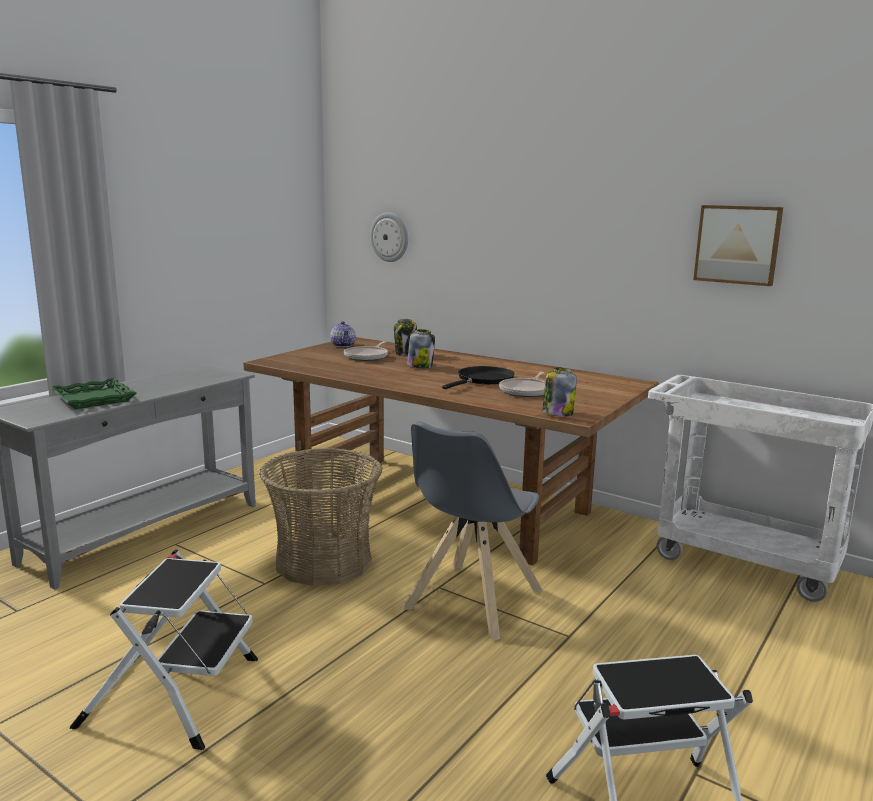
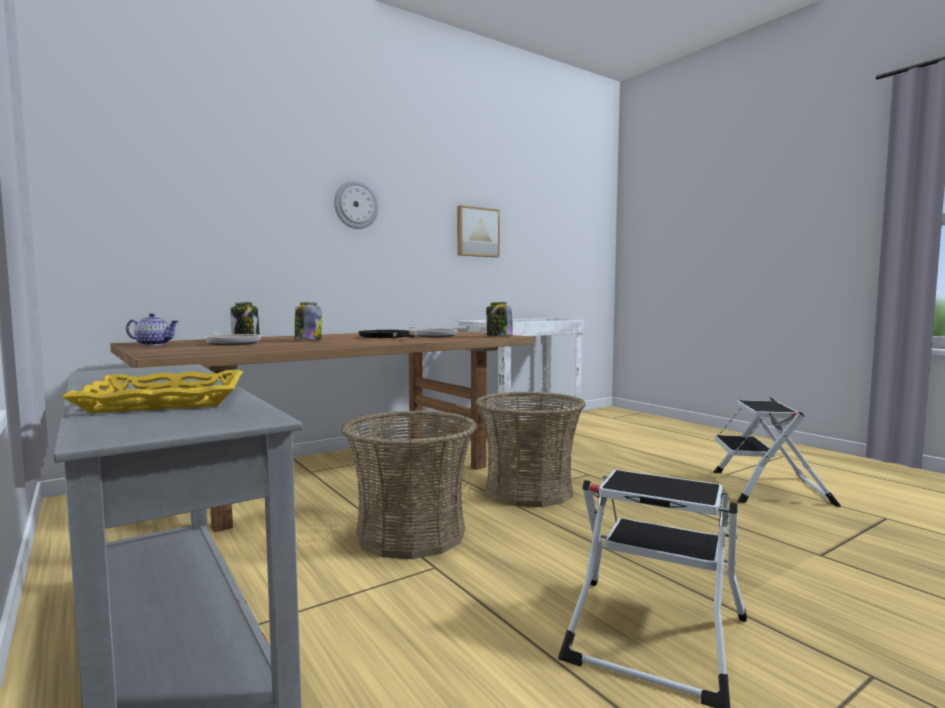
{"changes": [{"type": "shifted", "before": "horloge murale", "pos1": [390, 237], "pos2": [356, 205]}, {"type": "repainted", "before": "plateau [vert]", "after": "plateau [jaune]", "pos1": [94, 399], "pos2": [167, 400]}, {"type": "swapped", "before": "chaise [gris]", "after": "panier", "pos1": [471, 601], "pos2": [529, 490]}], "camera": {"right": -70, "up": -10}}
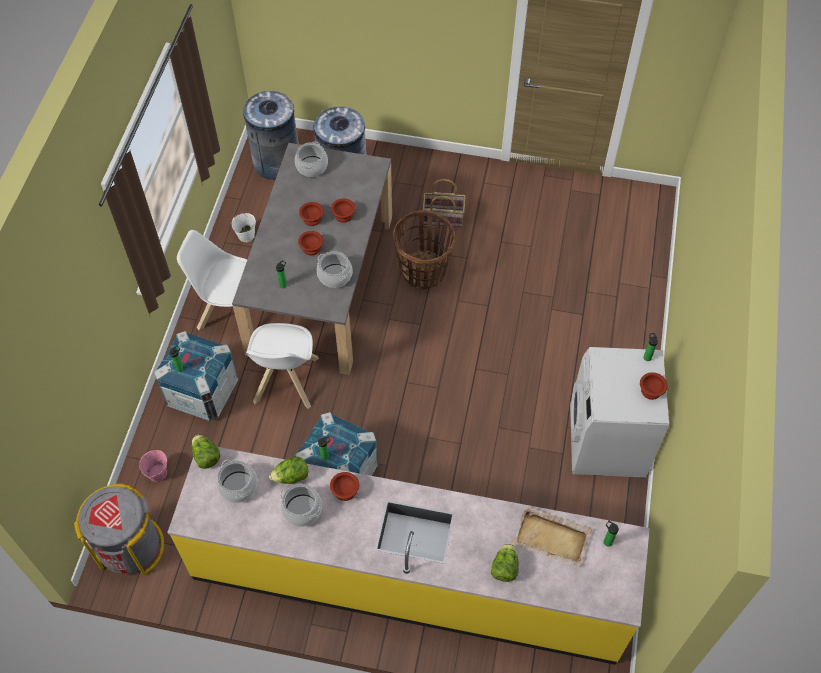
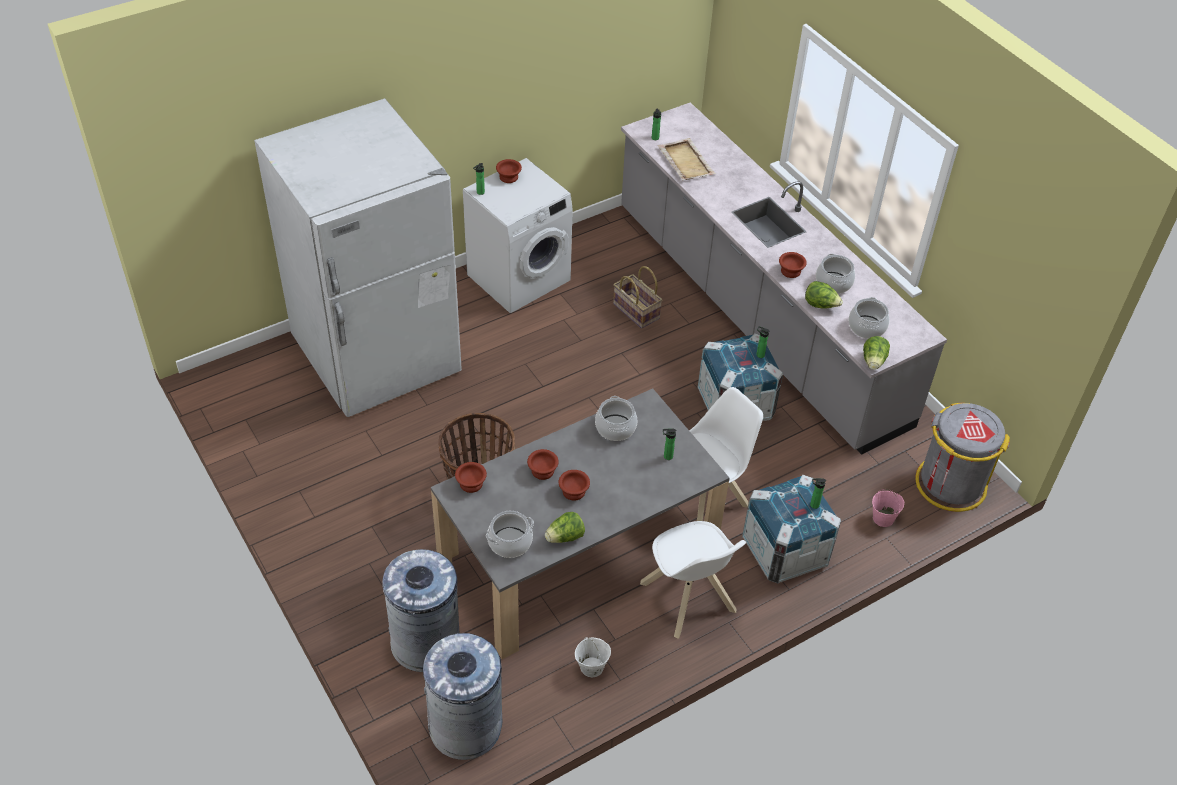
{"changes": [{"type": "shifted", "before": "panier", "pos1": [443, 217], "pos2": [635, 311]}, {"type": "shifted", "before": "bol [marron]", "pos1": [311, 248], "pos2": [472, 484]}, {"type": "repainted", "before": "comptoir de cuisine [jaune]", "after": "comptoir de cuisine [gris]", "pos1": [408, 578], "pos2": [756, 314]}, {"type": "shifted", "before": "laitue", "pos1": [504, 568], "pos2": [565, 537]}, {"type": "new", "after": "réfrigérateur [blanc]", "pos2": [377, 353]}], "camera": {"right": -135, "up": -10}}
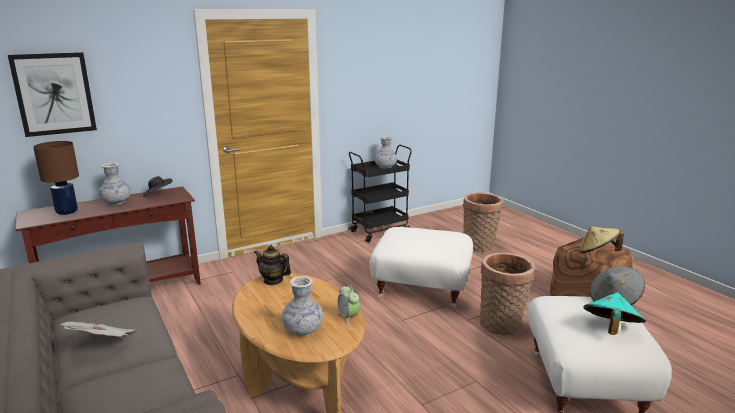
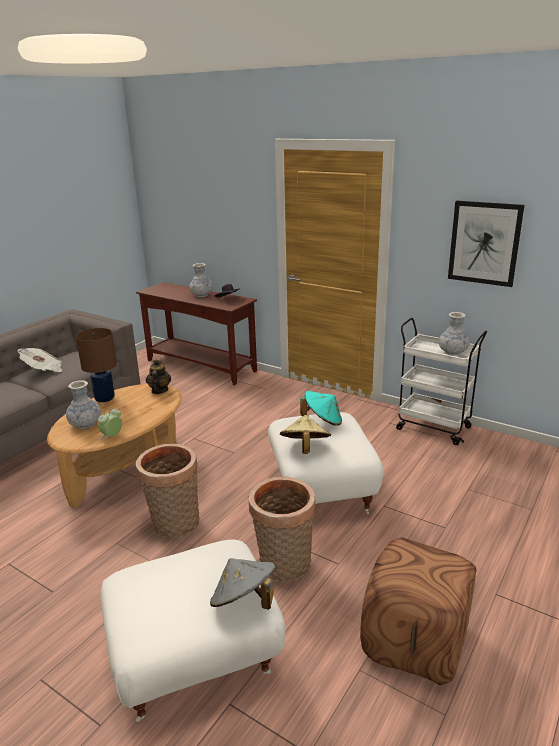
{"changes": [{"type": "shifted", "before": "tableau", "pos1": [54, 94], "pos2": [484, 243]}, {"type": "shifted", "before": "lampe de table [marron]", "pos1": [66, 213], "pos2": [104, 399]}, {"type": "repainted", "before": "chariot [noir]", "after": "chariot [blanc]", "pos1": [380, 232], "pos2": [434, 428]}, {"type": "shifted", "before": "panier", "pos1": [479, 248], "pos2": [174, 526]}, {"type": "shifted", "before": "chapeau [beige]", "pos1": [597, 253], "pos2": [305, 448]}, {"type": "shifted", "before": "chapeau [turquoise]", "pos1": [610, 329], "pos2": [322, 421]}], "camera": {"right": 65, "up": 5}}
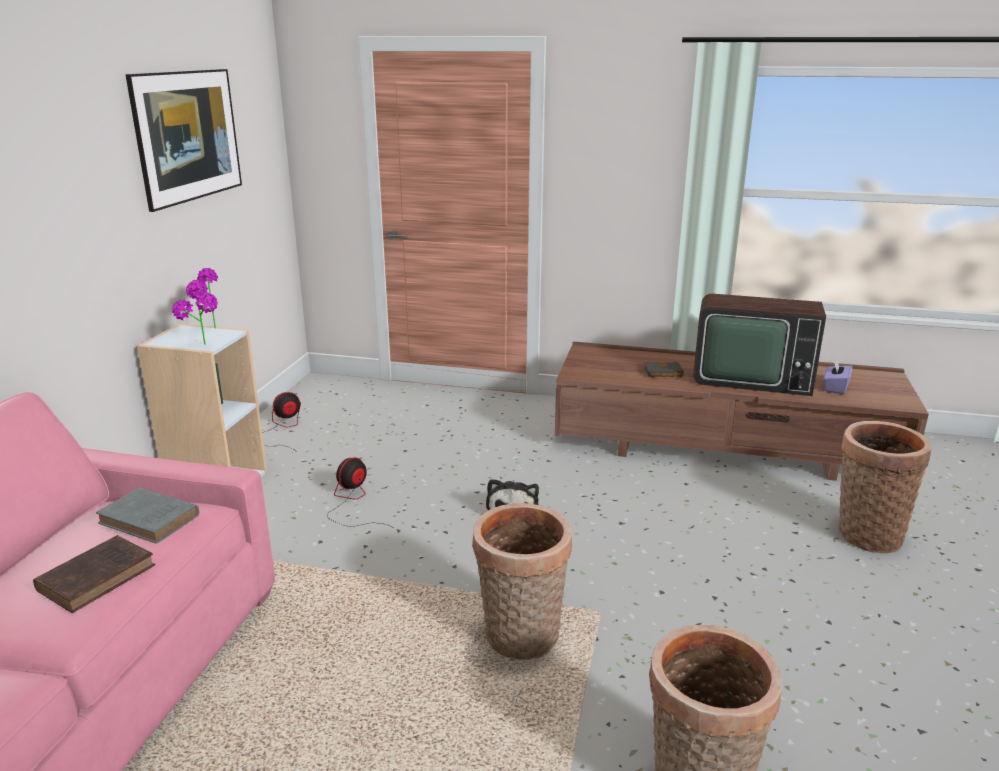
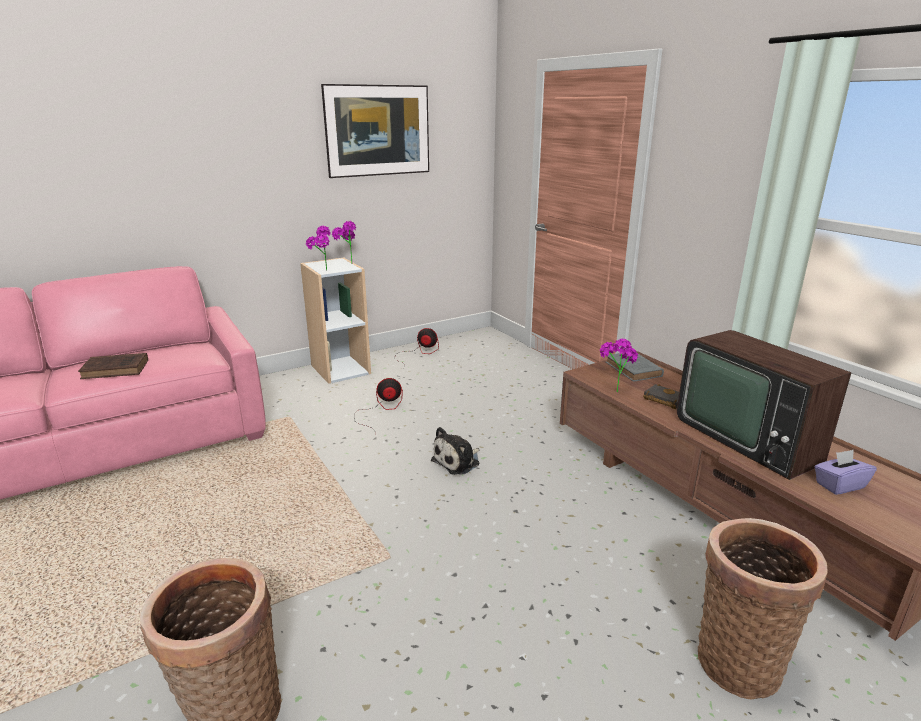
{"changes": [{"type": "shifted", "before": "livre [gris]", "pos1": [151, 520], "pos2": [634, 370]}, {"type": "gone", "before": "panier", "pos1": [520, 639]}, {"type": "new", "after": "plante en pot", "pos2": [614, 389]}], "camera": {"right": 45, "up": 0}}
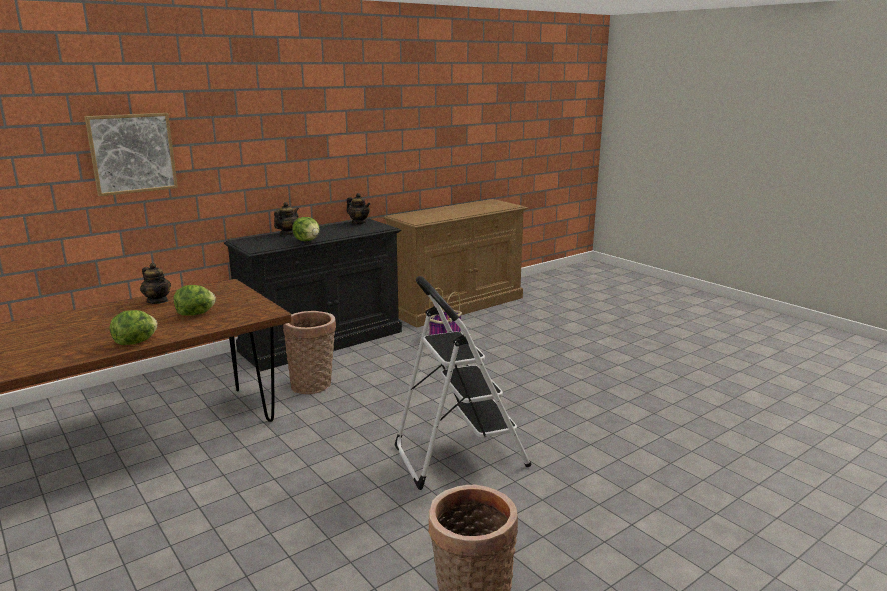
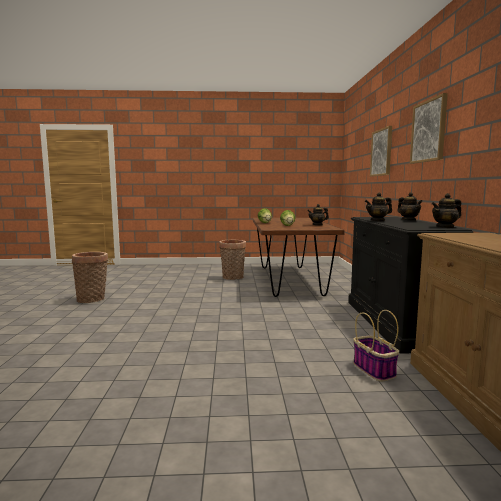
{"changes": [{"type": "swapped", "before": "laitue", "after": "théière", "pos1": [307, 240], "pos2": [377, 220]}, {"type": "gone", "before": "escabeau", "pos1": [456, 456]}, {"type": "shifted", "before": "panier", "pos1": [313, 384], "pos2": [232, 278]}, {"type": "new", "after": "tableau", "pos2": [429, 131]}], "camera": {"right": 125, "up": -10}}
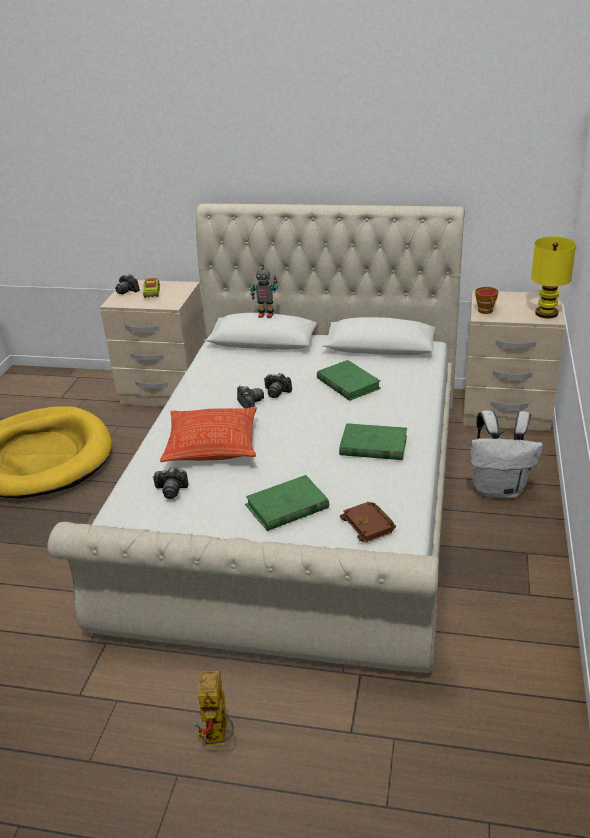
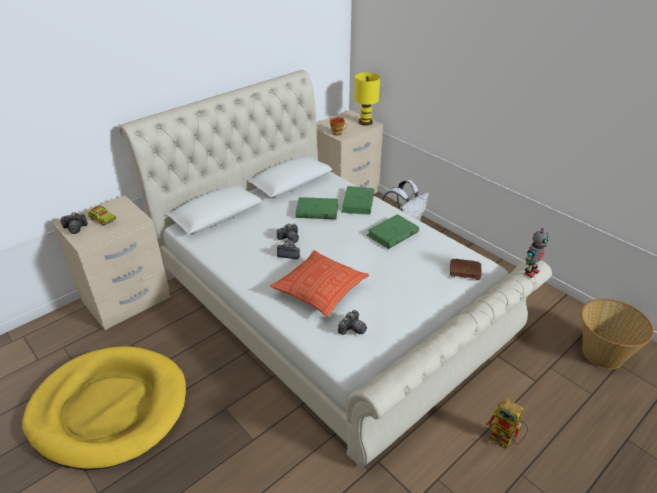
{"changes": [{"type": "shifted", "before": "robot jouet", "pos1": [266, 315], "pos2": [530, 272]}, {"type": "shifted", "before": "livre [vert]", "pos1": [287, 507], "pos2": [358, 203]}, {"type": "new", "after": "panier", "pos2": [601, 353]}], "camera": {"right": -55, "up": 5}}
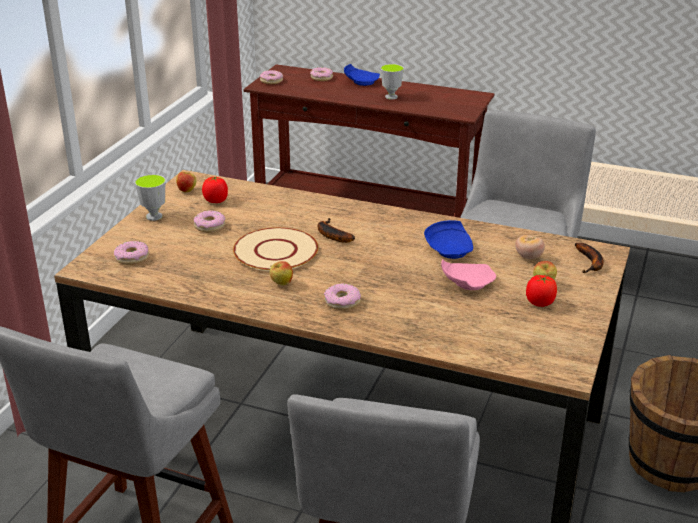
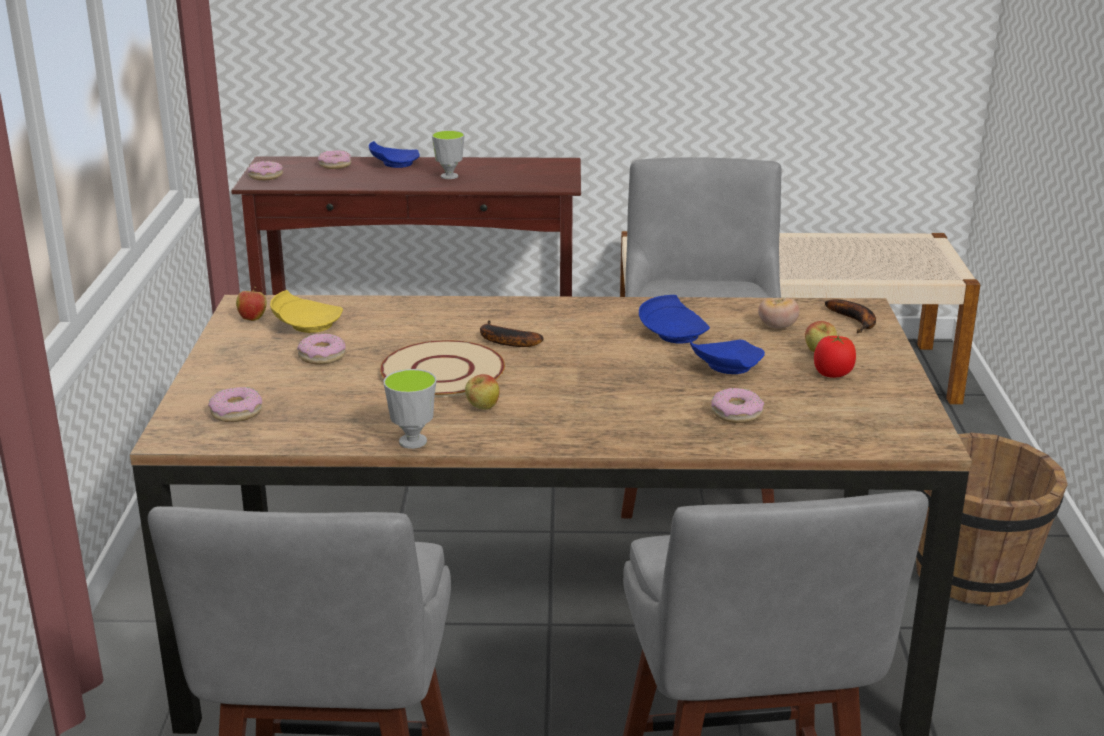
{"changes": [{"type": "shifted", "before": "tasse", "pos1": [154, 216], "pos2": [413, 441]}, {"type": "swapped", "before": "tomate", "after": "assiette [jaune]", "pos1": [216, 201], "pos2": [306, 325]}, {"type": "repainted", "before": "assiette [rose]", "after": "assiette [bleu]", "pos1": [466, 283], "pos2": [725, 367]}, {"type": "shifted", "before": "beignet", "pos1": [342, 302], "pos2": [736, 413]}], "camera": {"right": -20, "up": -5}}
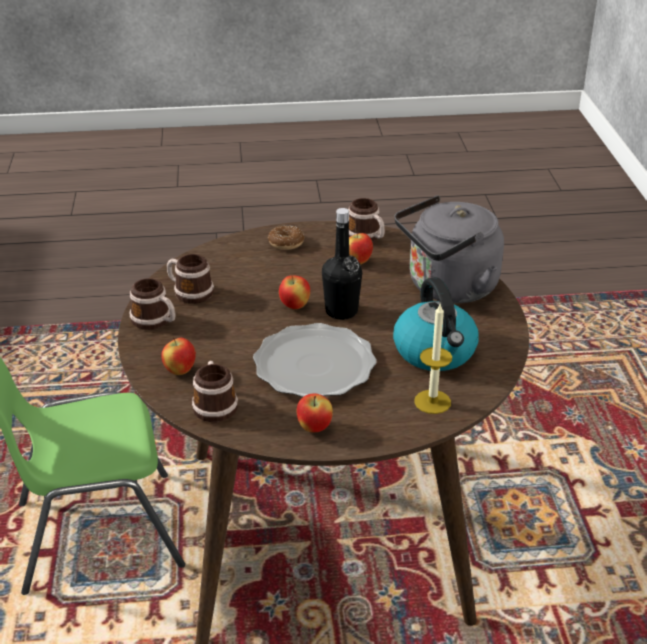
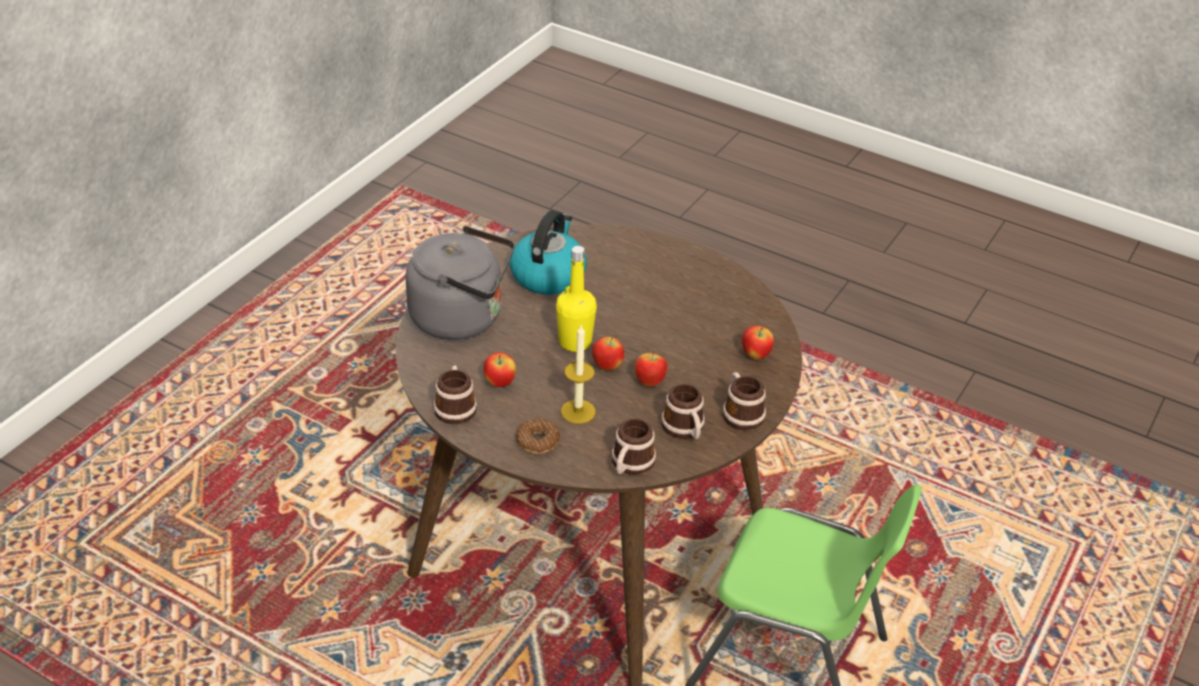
{"changes": [{"type": "repainted", "before": "bouteille [noir]", "after": "bouteille [jaune]", "pos1": [341, 311], "pos2": [575, 342]}, {"type": "shifted", "before": "bougie", "pos1": [432, 402], "pos2": [578, 411]}, {"type": "gone", "before": "assiette", "pos1": [313, 366]}, {"type": "shifted", "before": "mug", "pos1": [214, 404], "pos2": [630, 465]}, {"type": "shifted", "before": "pomme", "pos1": [314, 428], "pos2": [649, 382]}], "camera": {"right": -145, "up": 5}}
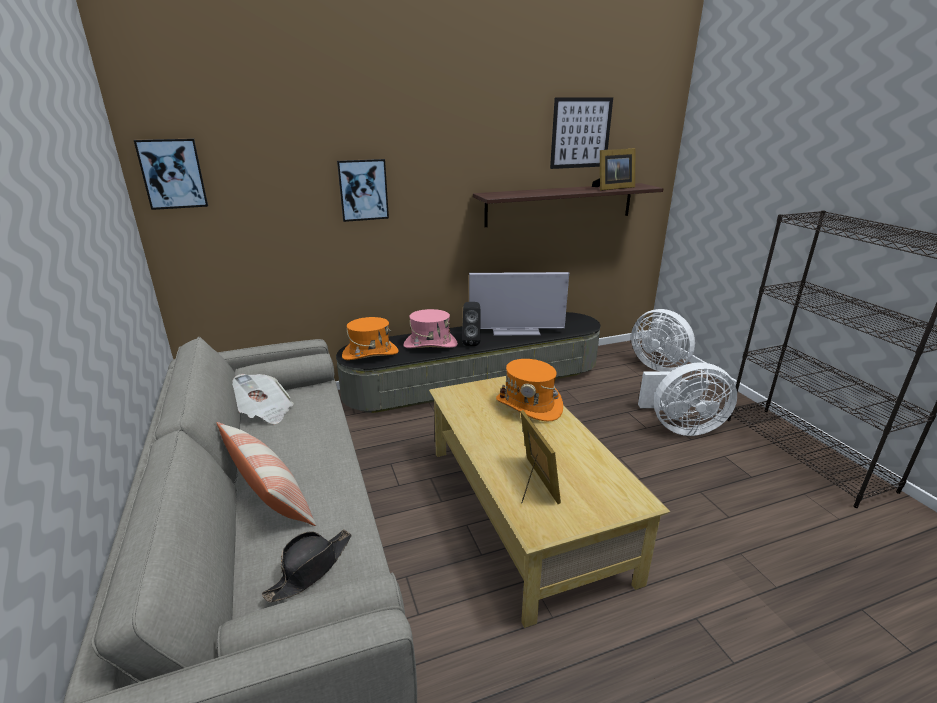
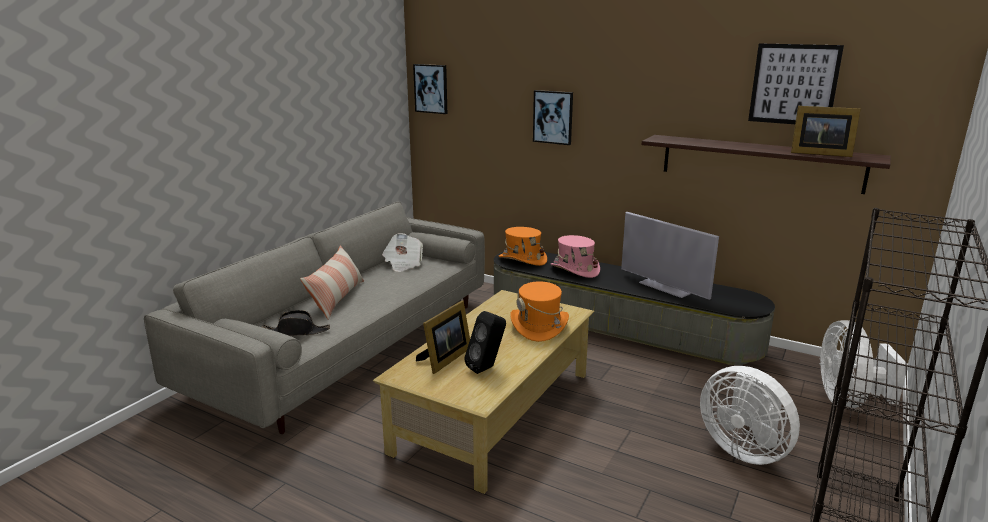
{"changes": [{"type": "shifted", "before": "enceinte [noir]", "pos1": [471, 342], "pos2": [487, 368]}], "camera": {"right": 50, "up": -5}}
